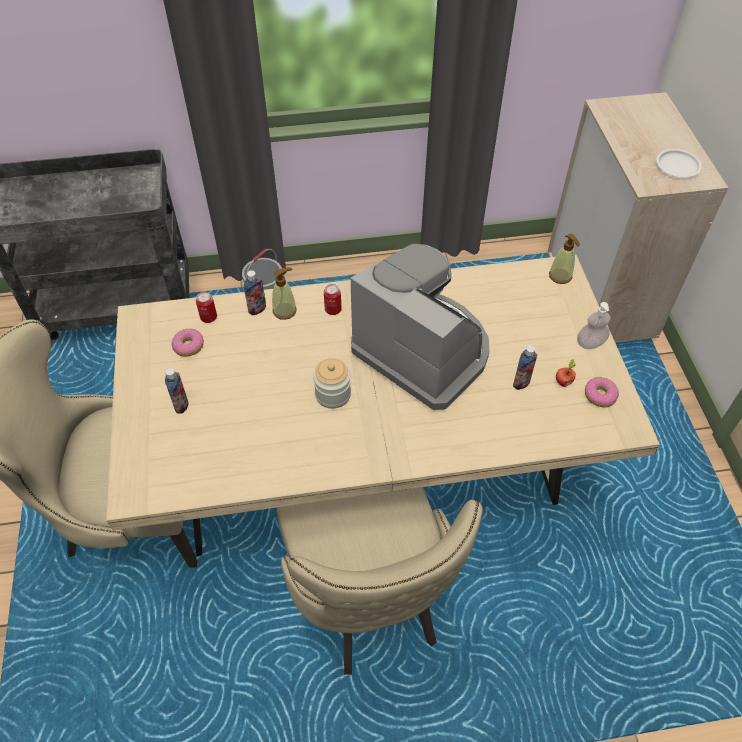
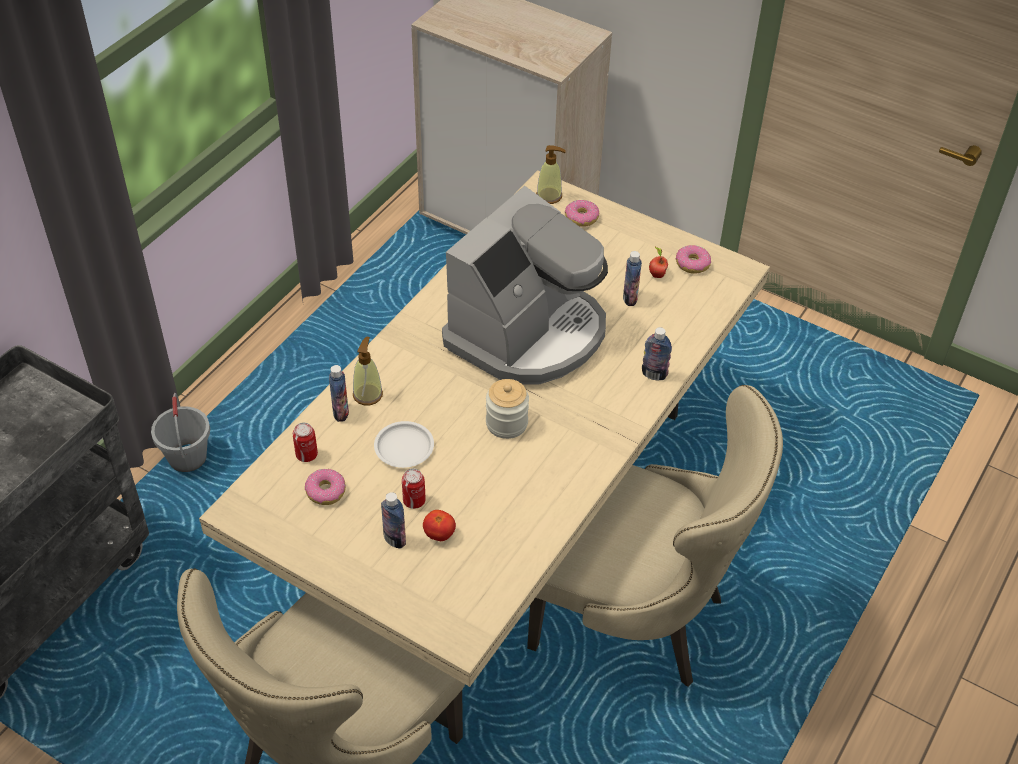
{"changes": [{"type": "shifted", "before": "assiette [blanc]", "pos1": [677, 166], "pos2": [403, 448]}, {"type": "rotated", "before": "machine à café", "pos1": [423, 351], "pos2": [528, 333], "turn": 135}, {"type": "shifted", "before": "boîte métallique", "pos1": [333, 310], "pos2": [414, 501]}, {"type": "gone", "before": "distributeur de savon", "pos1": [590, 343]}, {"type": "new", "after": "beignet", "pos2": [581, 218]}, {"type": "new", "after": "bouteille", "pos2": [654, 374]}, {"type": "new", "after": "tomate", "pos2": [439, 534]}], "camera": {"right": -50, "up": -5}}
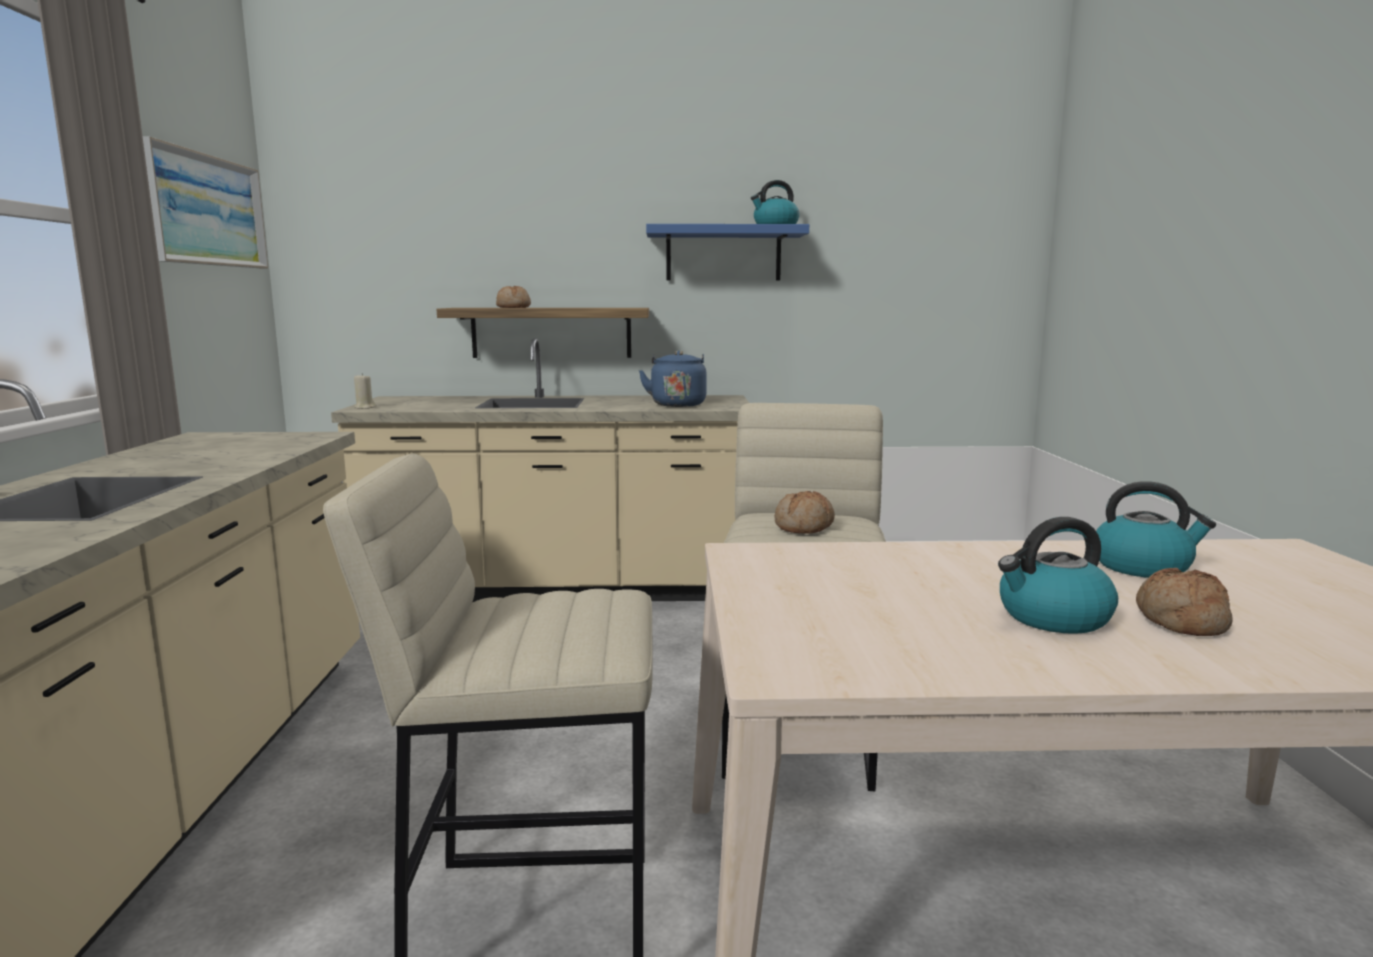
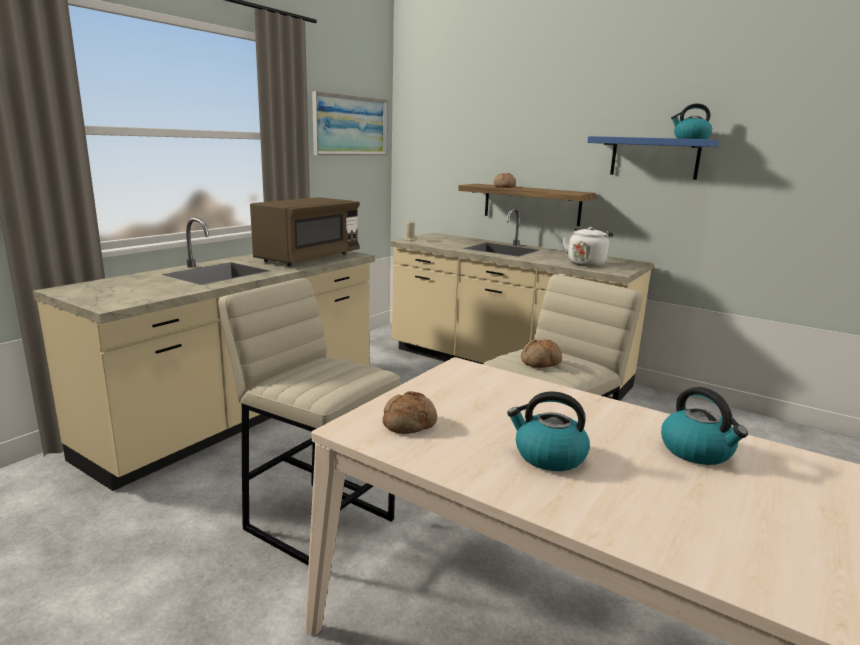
{"changes": [{"type": "repainted", "before": "bouilloire [bleu]", "after": "bouilloire [blanc]", "pos1": [677, 404], "pos2": [586, 263]}, {"type": "shifted", "before": "pain", "pos1": [1180, 620], "pos2": [409, 423]}, {"type": "new", "after": "micro-ondes [marron]", "pos2": [308, 258]}], "camera": {"right": 35, "up": 5}}
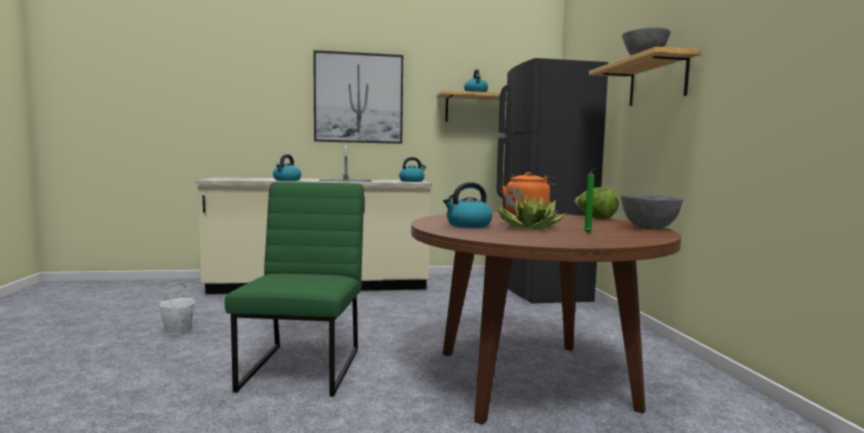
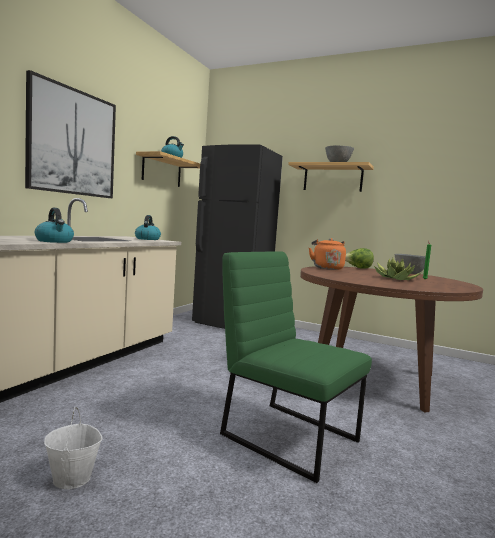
{"changes": [{"type": "gone", "before": "bouilloire", "pos1": [468, 225]}], "camera": {"right": -55, "up": 0}}
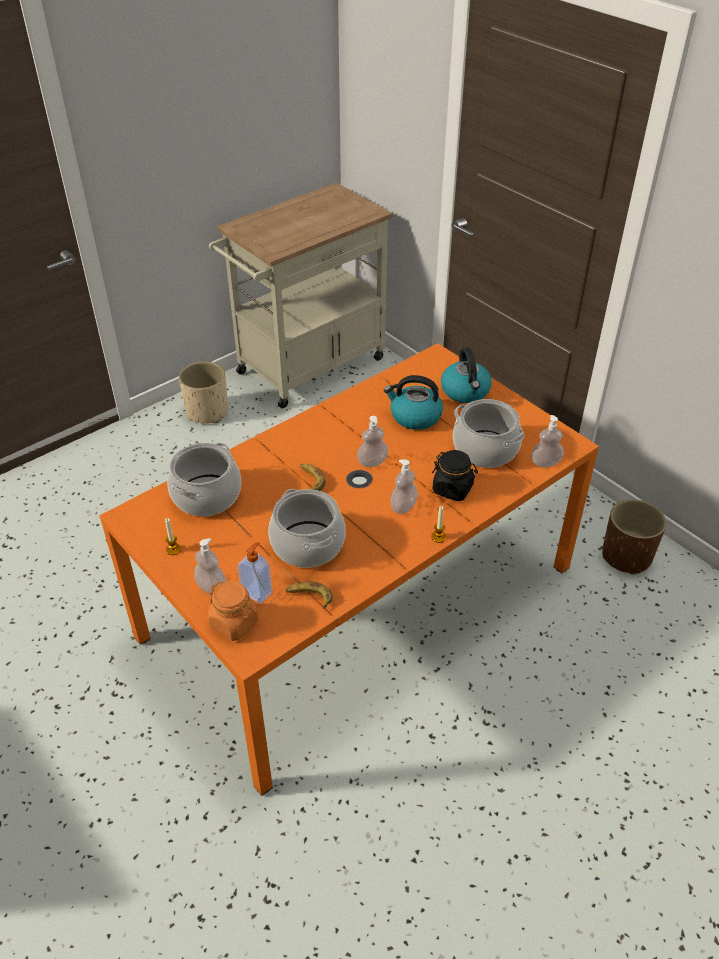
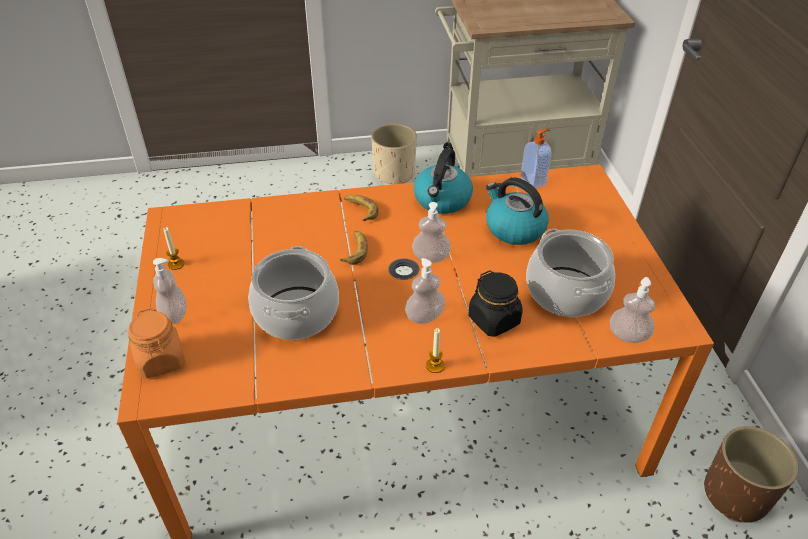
{"changes": [{"type": "shifted", "before": "bouilloire", "pos1": [465, 392], "pos2": [442, 200]}, {"type": "gone", "before": "marmite", "pos1": [206, 495]}, {"type": "shifted", "before": "distributeur de savon", "pos1": [257, 592], "pos2": [533, 181]}, {"type": "shifted", "before": "banane", "pos1": [309, 597], "pos2": [360, 210]}], "camera": {"right": 30, "up": 0}}
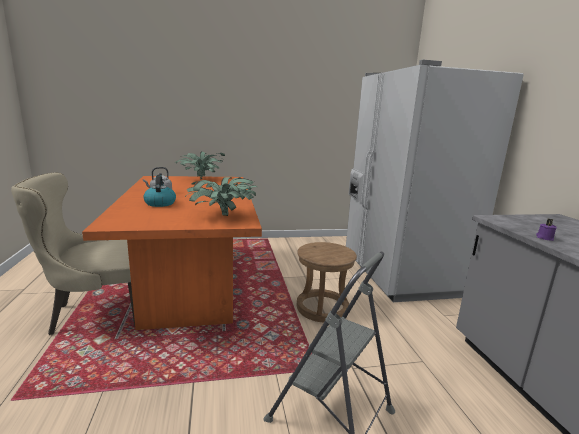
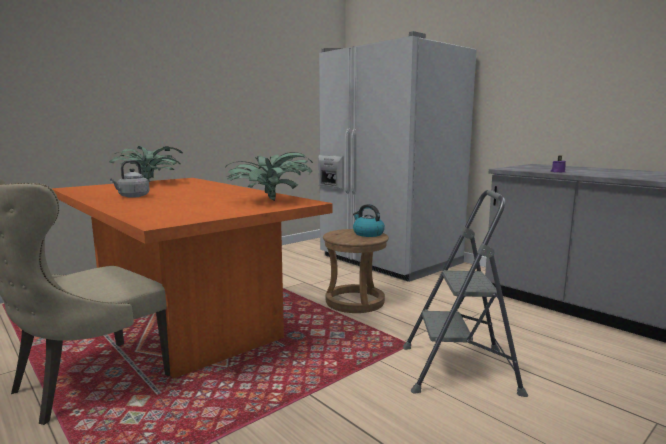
{"changes": [{"type": "shifted", "before": "bouilloire", "pos1": [160, 203], "pos2": [367, 234]}], "camera": {"right": -30, "up": -5}}
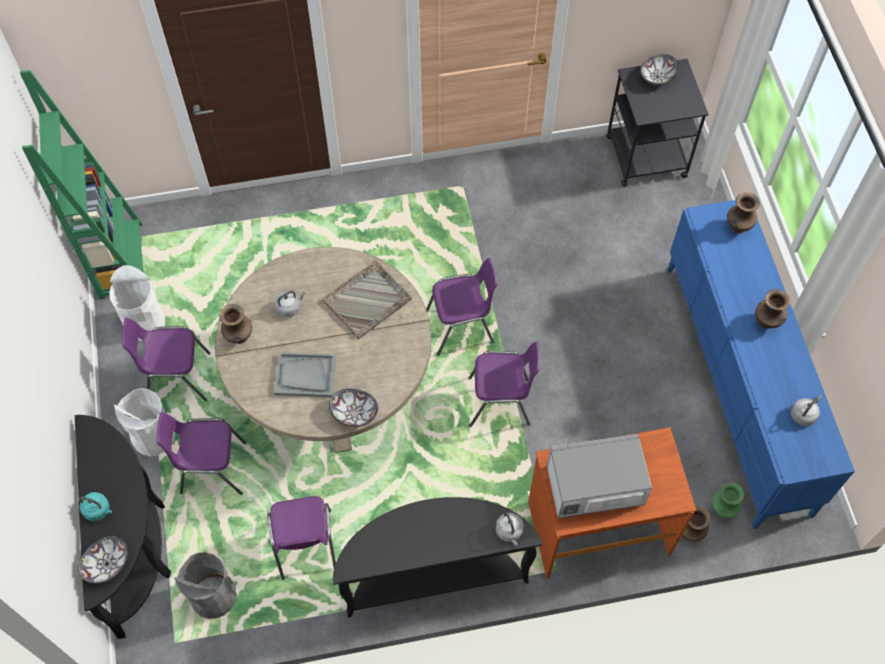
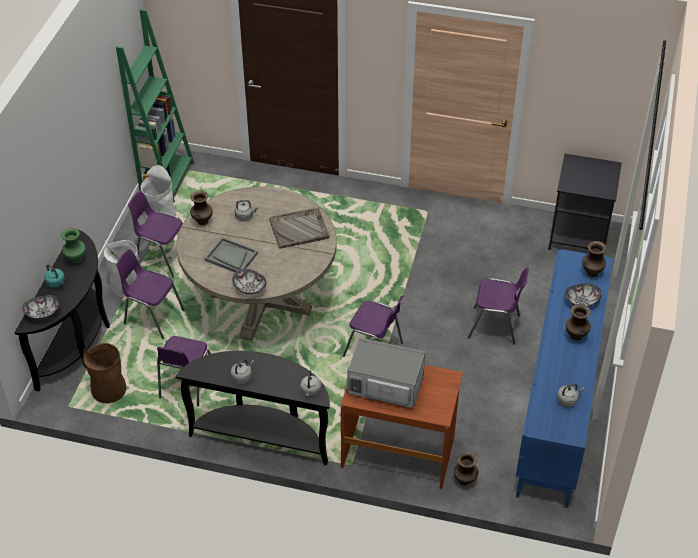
{"changes": [{"type": "shifted", "before": "bol", "pos1": [657, 77], "pos2": [581, 301]}, {"type": "shifted", "before": "chaise [violet]", "pos1": [461, 327], "pos2": [495, 326]}, {"type": "shifted", "before": "vase [vert]", "pos1": [722, 510], "pos2": [75, 259]}, {"type": "repainted", "before": "poubelle [gris]", "after": "poubelle [marron]", "pos1": [213, 596], "pos2": [109, 390]}, {"type": "new", "after": "bouilloire [gris]", "pos2": [242, 377]}], "camera": {"right": 25, "up": -15}}
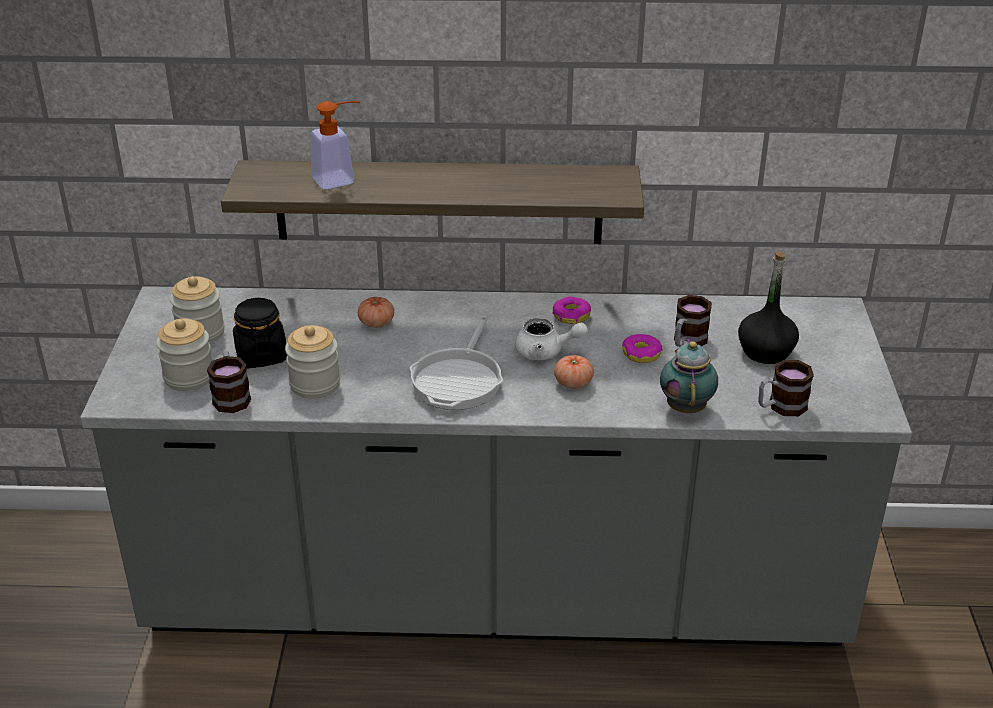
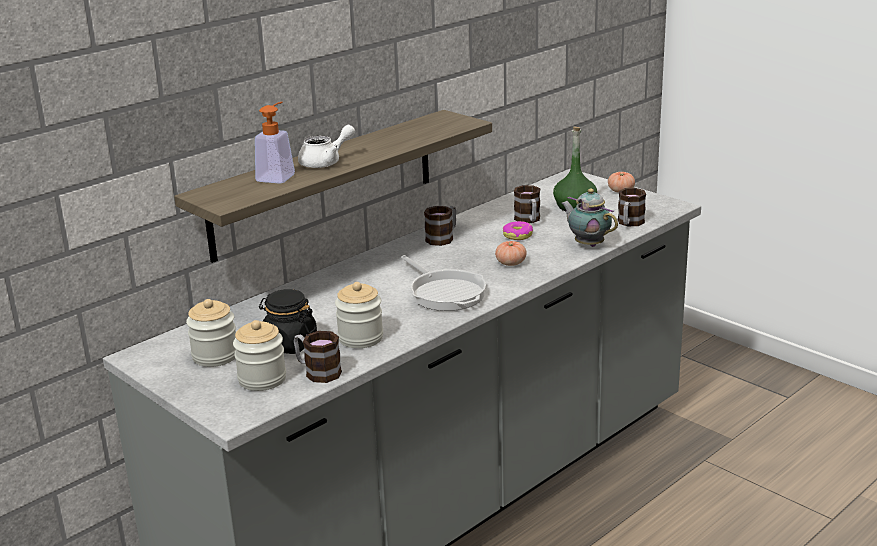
{"changes": [{"type": "repainted", "before": "bouteille [noir]", "after": "bouteille [vert]", "pos1": [766, 351], "pos2": [574, 206]}, {"type": "shifted", "before": "tomate", "pos1": [376, 323], "pos2": [621, 191]}, {"type": "swapped", "before": "beignet", "after": "mug", "pos1": [571, 315], "pos2": [443, 238]}, {"type": "shifted", "before": "théière [blanc]", "pos1": [546, 352], "pos2": [326, 162]}], "camera": {"right": -45, "up": -10}}
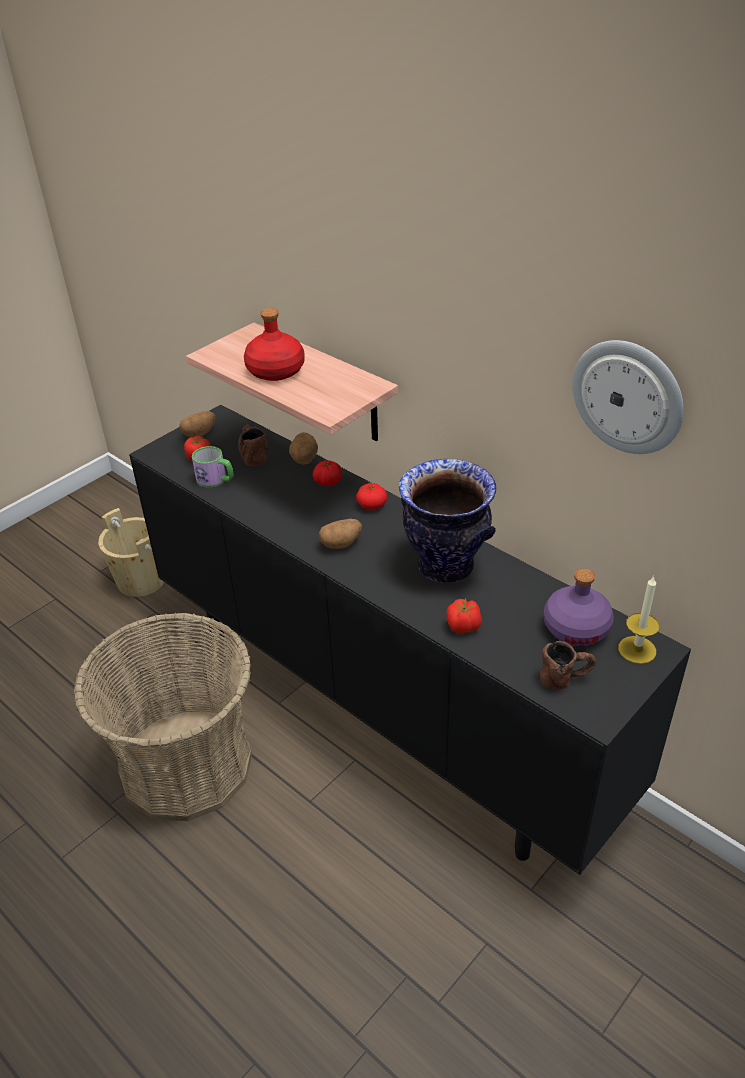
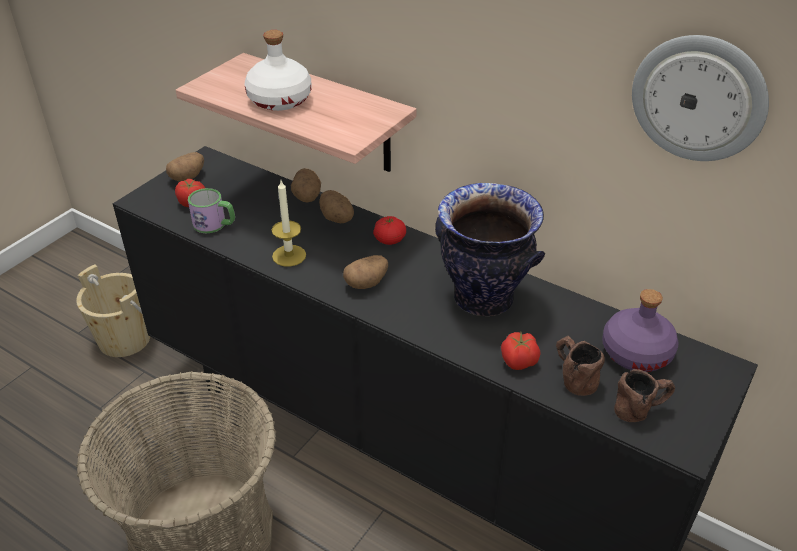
{"changes": [{"type": "repainted", "before": "bouteille [rouge]", "after": "bouteille [blanc]", "pos1": [276, 370], "pos2": [280, 100]}, {"type": "shifted", "before": "mug [marron]", "pos1": [252, 455], "pos2": [572, 377]}, {"type": "swapped", "before": "tomate", "after": "pomme de terre", "pos1": [328, 482], "pos2": [337, 219]}, {"type": "shifted", "before": "bougie", "pos1": [637, 650], "pos2": [289, 255]}], "camera": {"right": -10, "up": 0}}
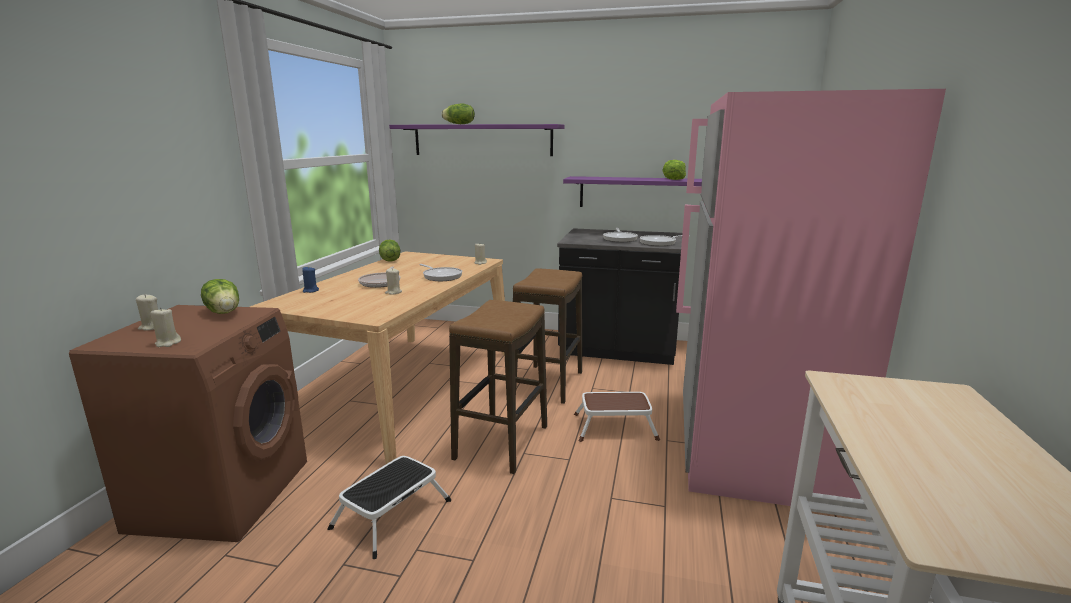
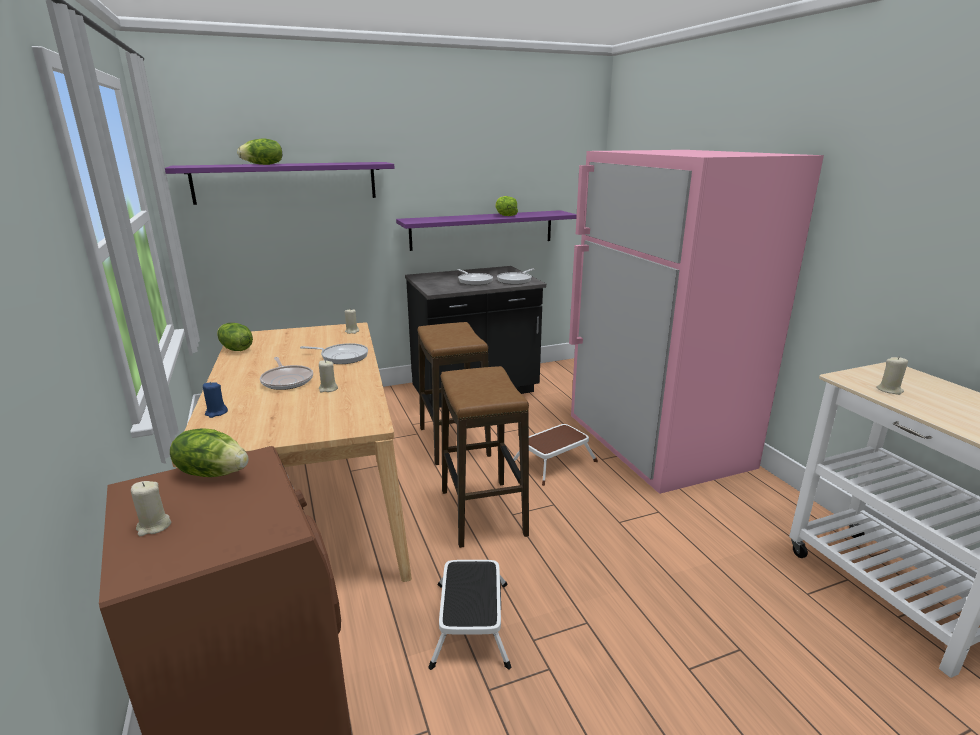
{"changes": [{"type": "shifted", "before": "bougie [beige]", "pos1": [168, 343], "pos2": [889, 390]}], "camera": {"right": -35, "up": 5}}
